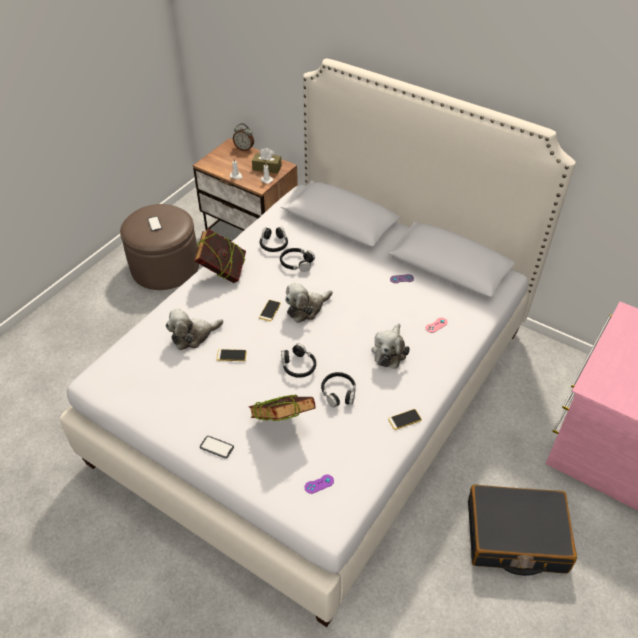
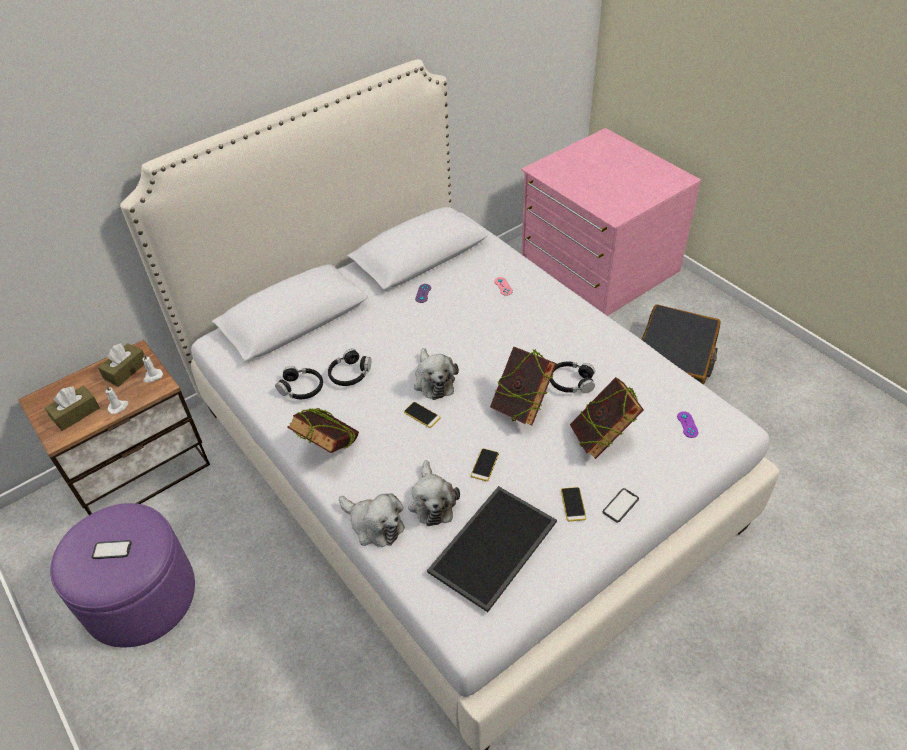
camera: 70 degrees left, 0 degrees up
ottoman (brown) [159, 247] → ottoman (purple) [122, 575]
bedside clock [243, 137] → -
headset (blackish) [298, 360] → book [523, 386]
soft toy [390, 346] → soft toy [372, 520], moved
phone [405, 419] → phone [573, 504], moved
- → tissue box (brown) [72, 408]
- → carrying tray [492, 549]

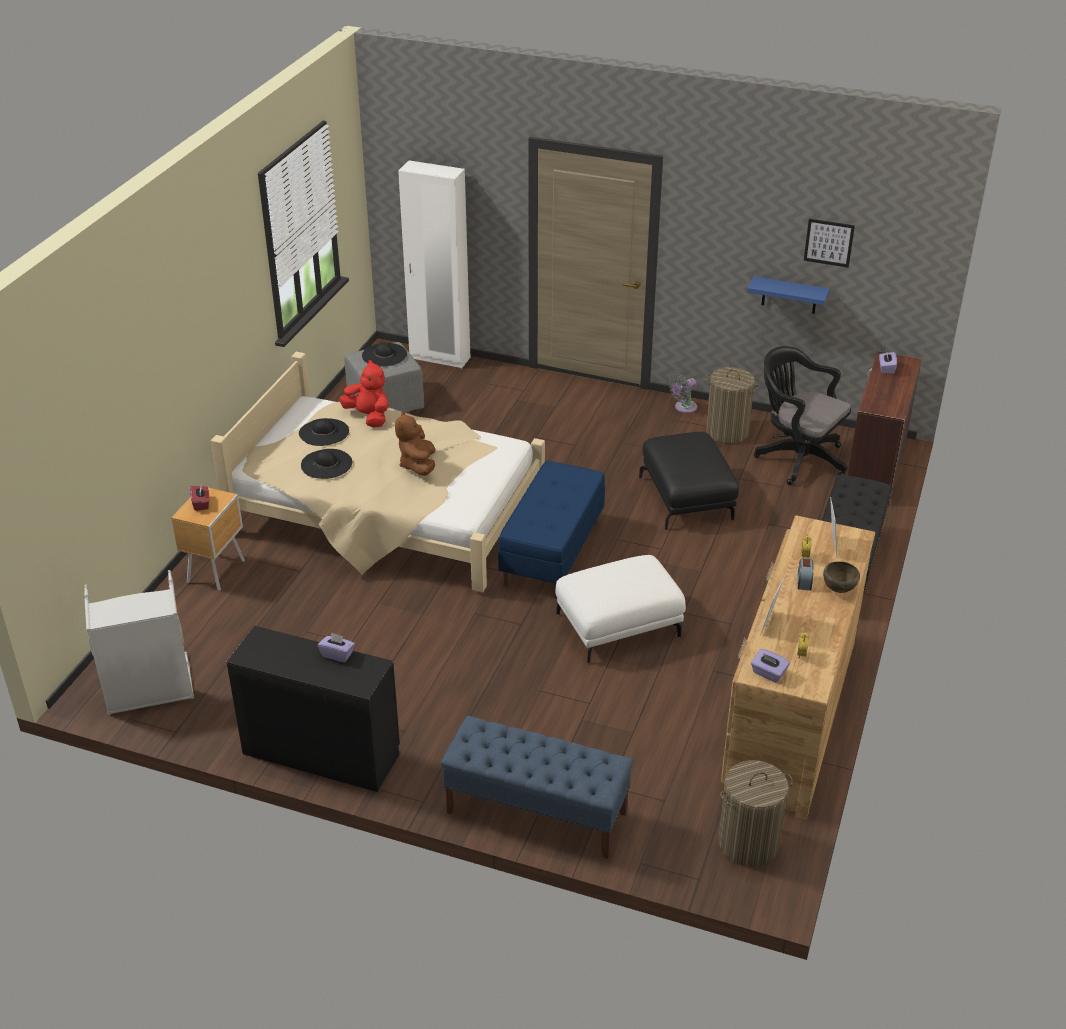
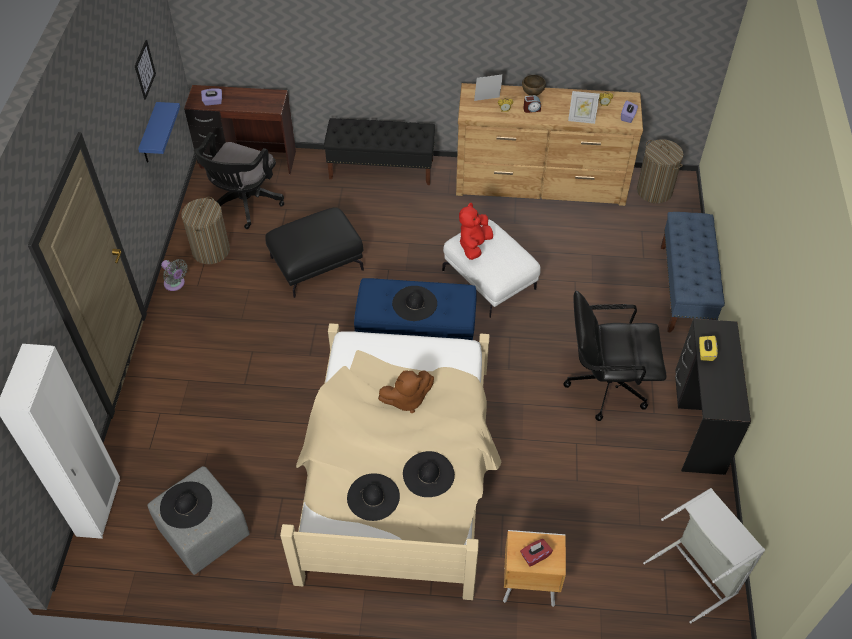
camera: 105 degrees left, 15 degrees up
tissue box (purple) [336, 647] → tissue box (yellow-coloured) [708, 348]
soft toy (reddish) [363, 393] → soft toy (reddish) [476, 231], moved
- → hat (blackish) [414, 303]
- → computer chair (blackish) [614, 356]

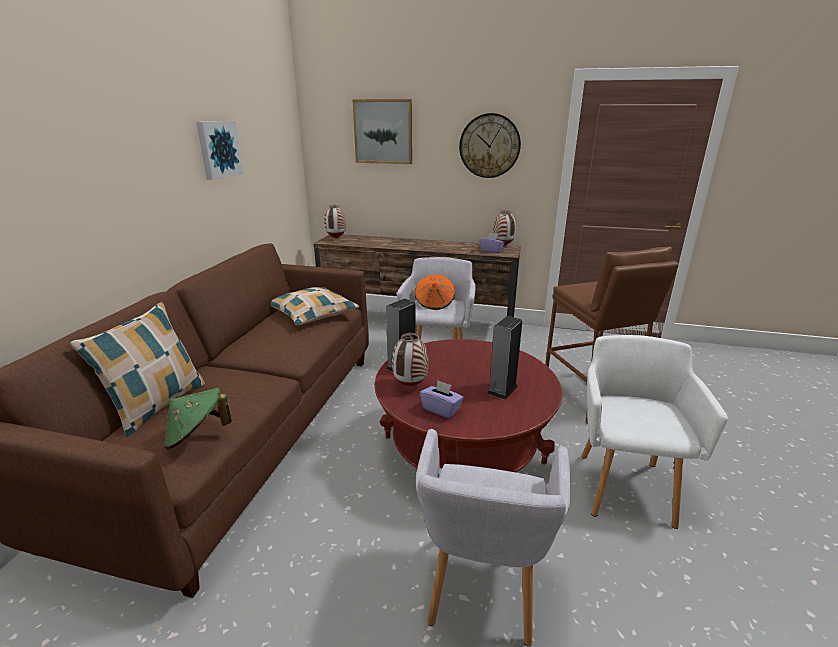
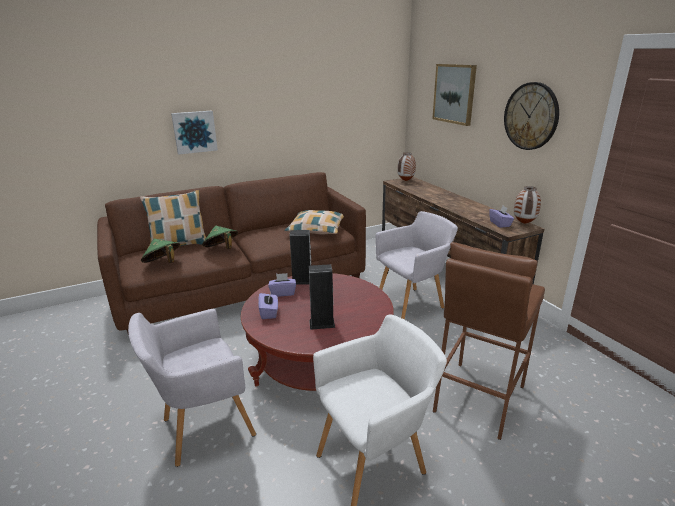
camera: 50 degrees right, 0 degrees up
wall picture [219, 150] → wall picture [194, 133], moved
decorative vase [410, 359] → tissue box (purple) [282, 285]
hat (orange) [434, 292] → -
- → hat (green-coloured) [220, 237]

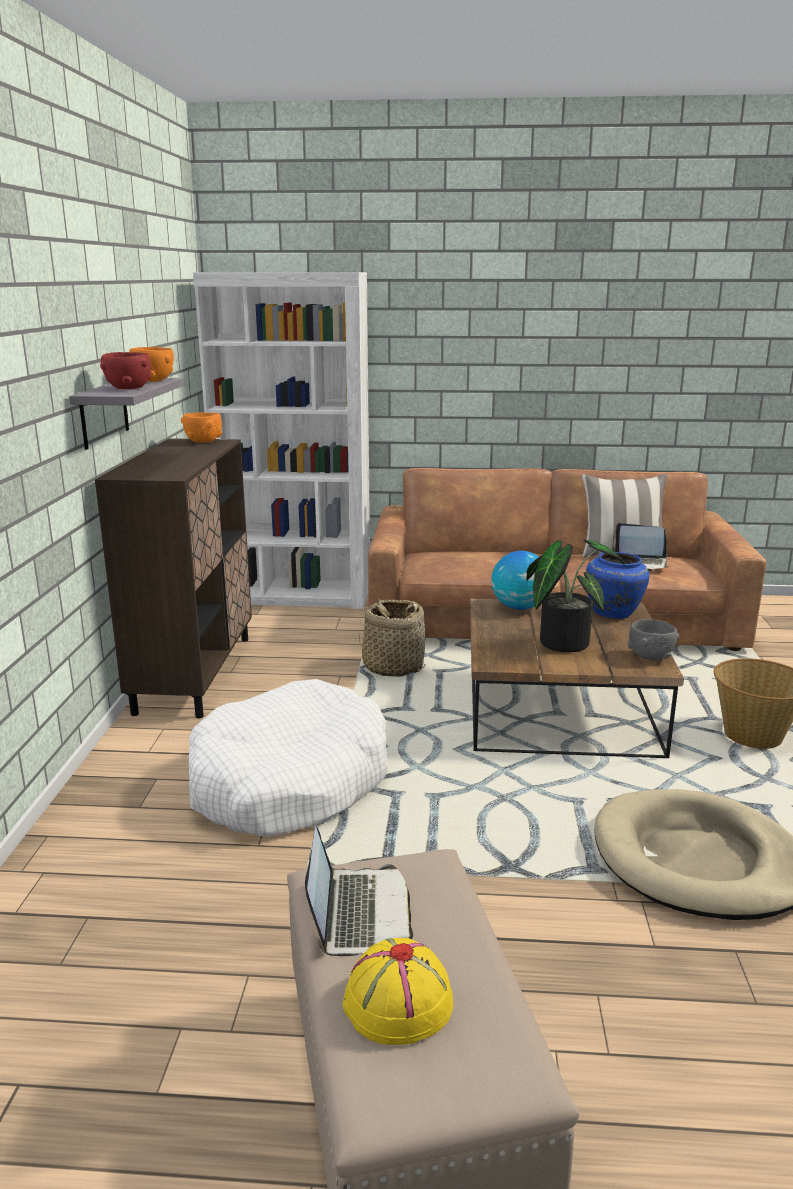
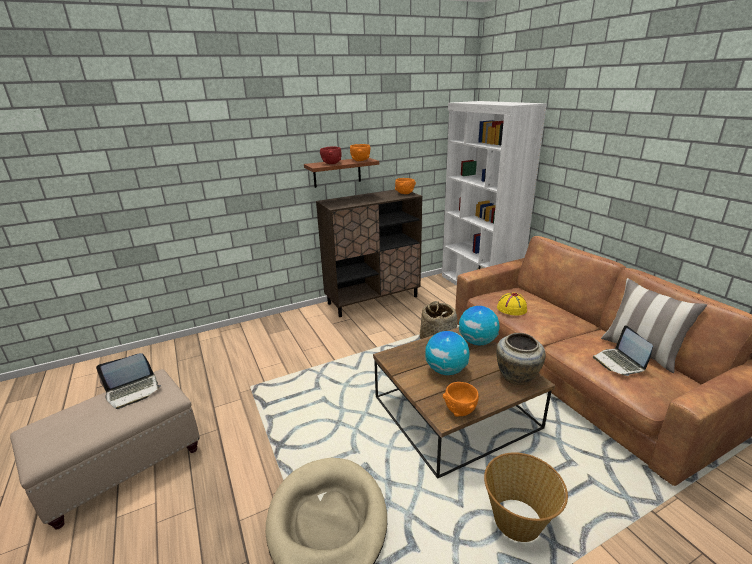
camera: 60 degrees right, 5 degrees up
shelf (gray) [126, 414] → shelf (brown) [341, 173]
pet bed (white-coloured) [289, 757] → -
hat (yellow-coloured) [398, 991] → hat (yellow-coloured) [512, 304], moved
plant in a pot [575, 596] → desk globe [447, 353]
decorative vase (bluish) [617, 585] → decorative vase (sand-coloured) [521, 359]
serving bowl (gray) [653, 640] → serving bowl (orange) [461, 399]

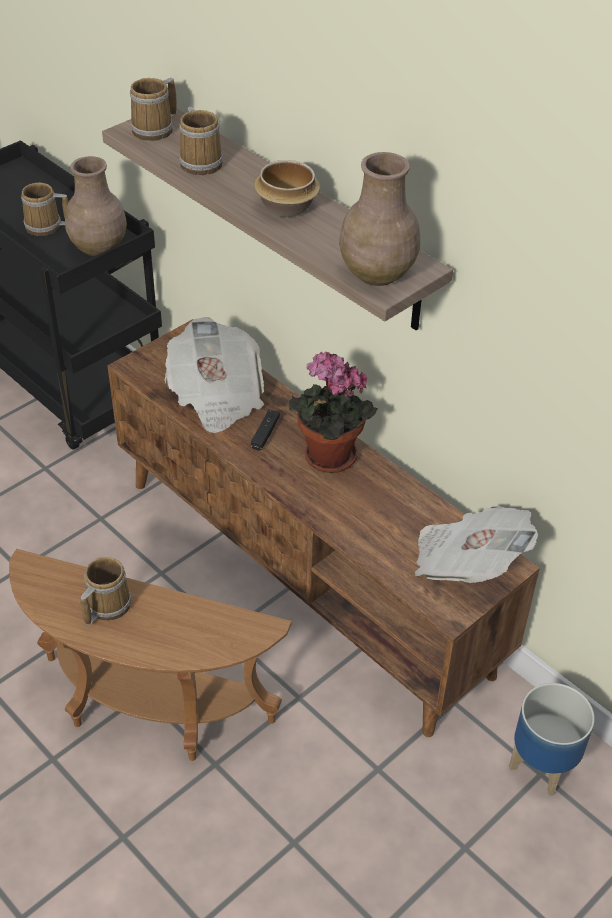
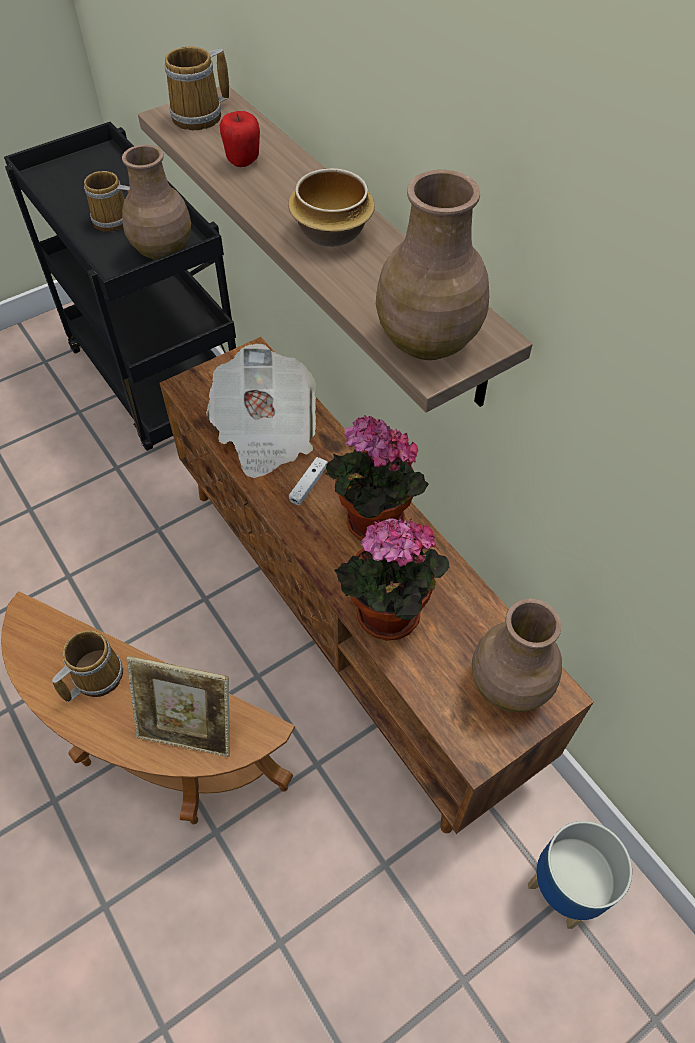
camera: 10 degrees right, 10 degrees up
mug [201, 141] → whole apple [240, 139]
gamepad (blackish) [265, 430] → gamepad (white-coloured) [308, 481]
daily paper [476, 544] → decorative vase (brown) [517, 656]
- → standing frame [178, 706]
- → plant in a pot [391, 579]

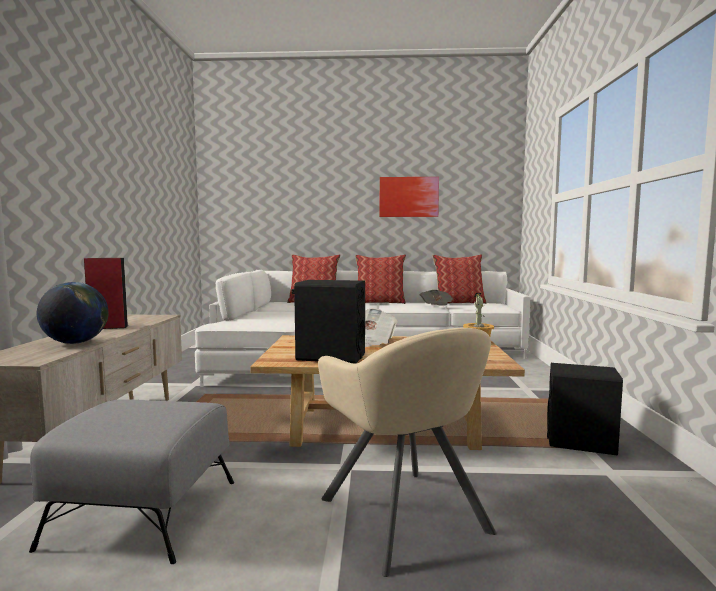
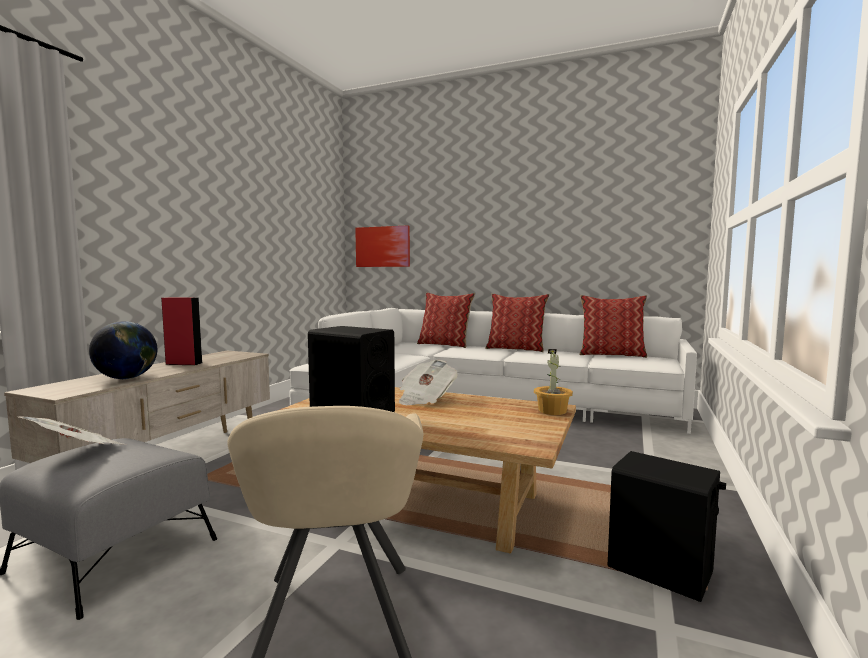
camera: 20 degrees right, 0 degrees up
wall picture [409, 197] → wall picture [382, 246], moved
daily paper [436, 298] → daily paper [71, 431], moved

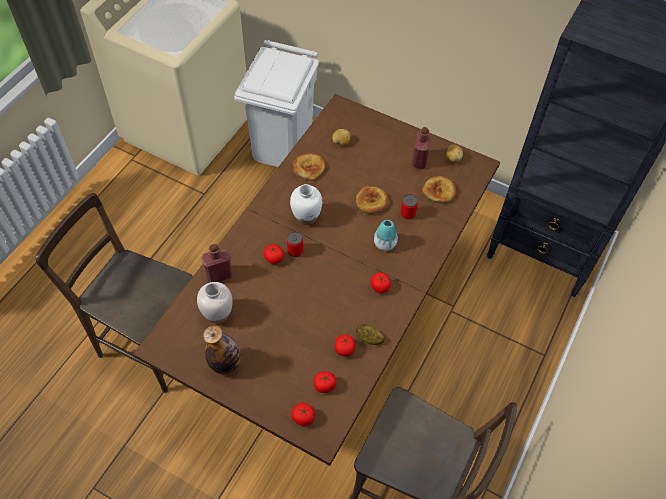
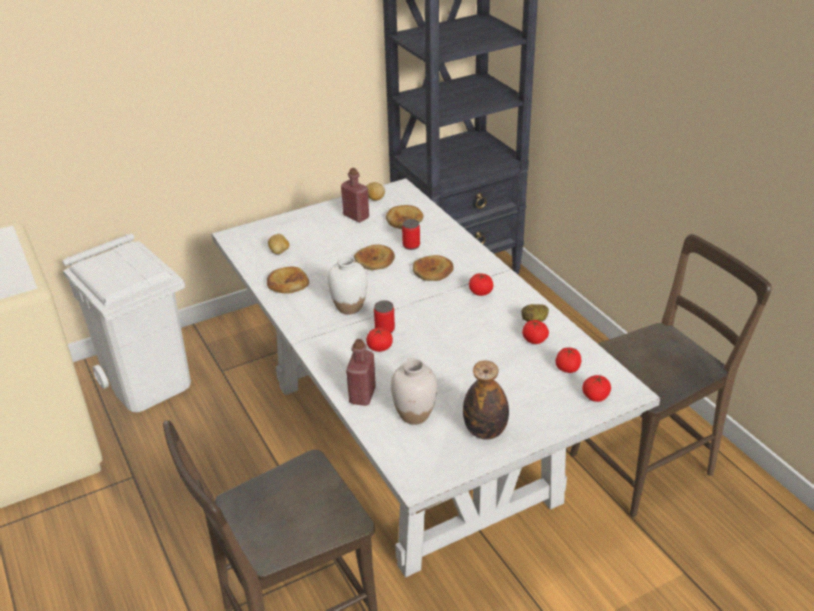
camera: 55 degrees left, 20 degrees down
kitchen table (brown) [316, 280] → kitchen table (white-coloured) [436, 377]
decorative vase [386, 235] → baked bread [433, 268]

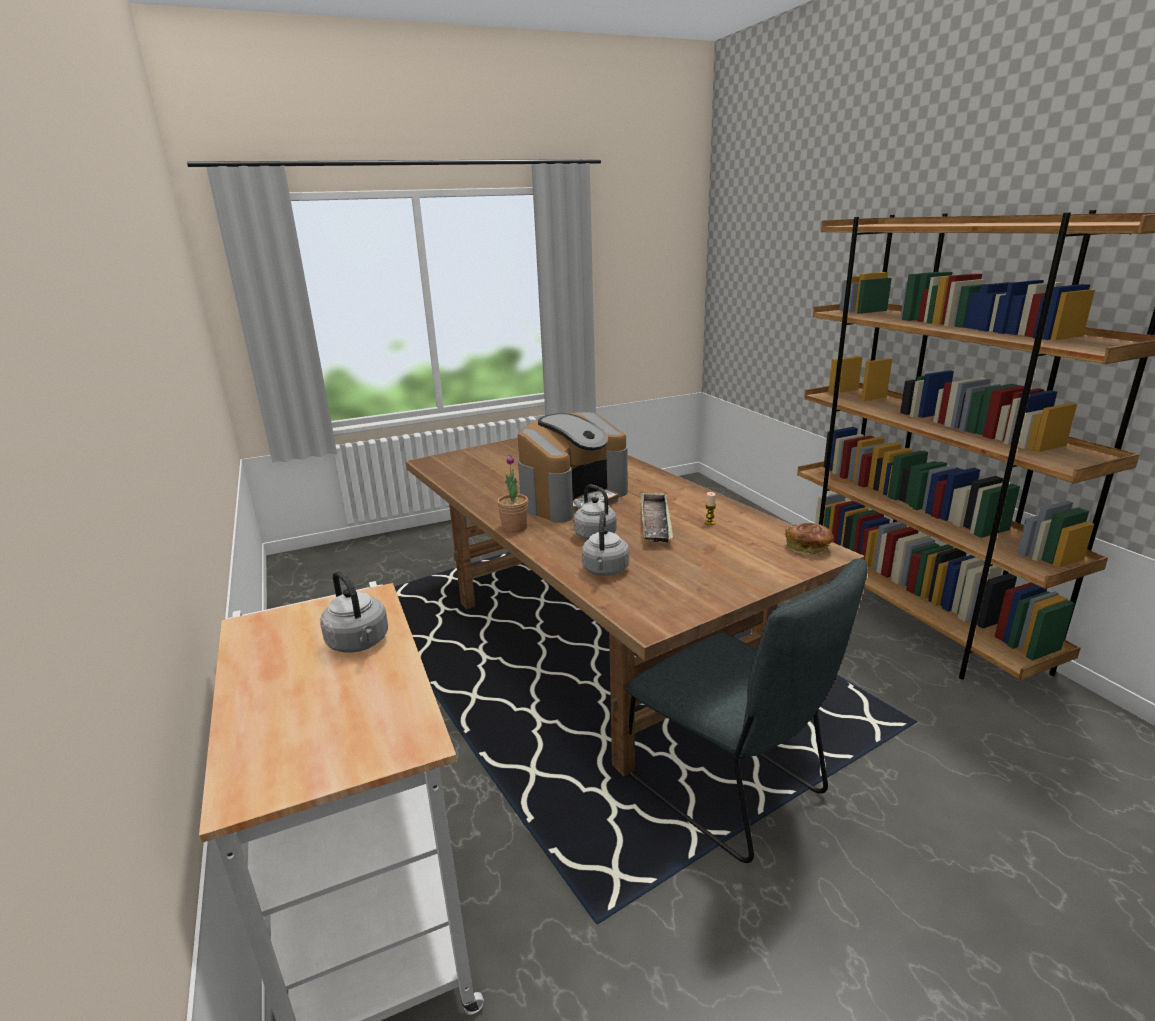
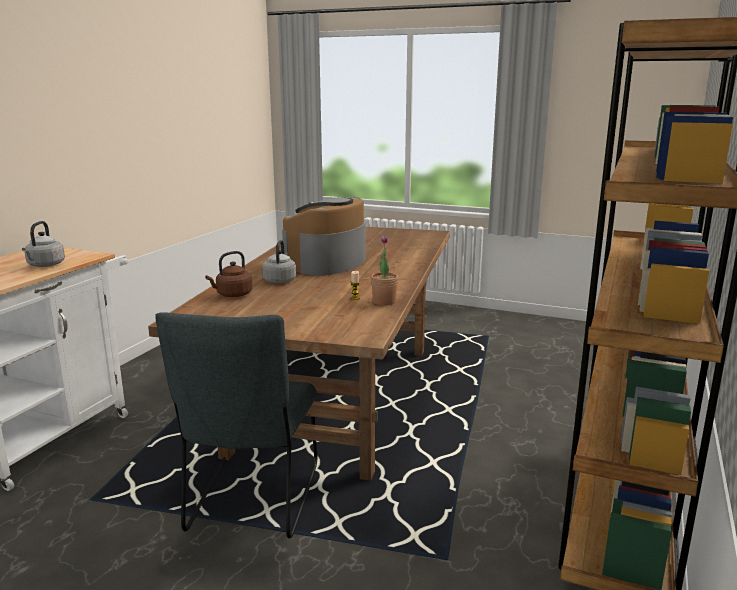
camera: 45 degrees right, 5 degrees down
plant in a pot [512, 494] → plant in a pot [384, 270], moved
coffee machine [573, 467] → coffee machine [324, 236], 120 degrees clockwise
water kettle (gray) [605, 544] → water kettle (brown) [229, 274]
carrying tray [657, 517] → -
baked bread [809, 538] → -

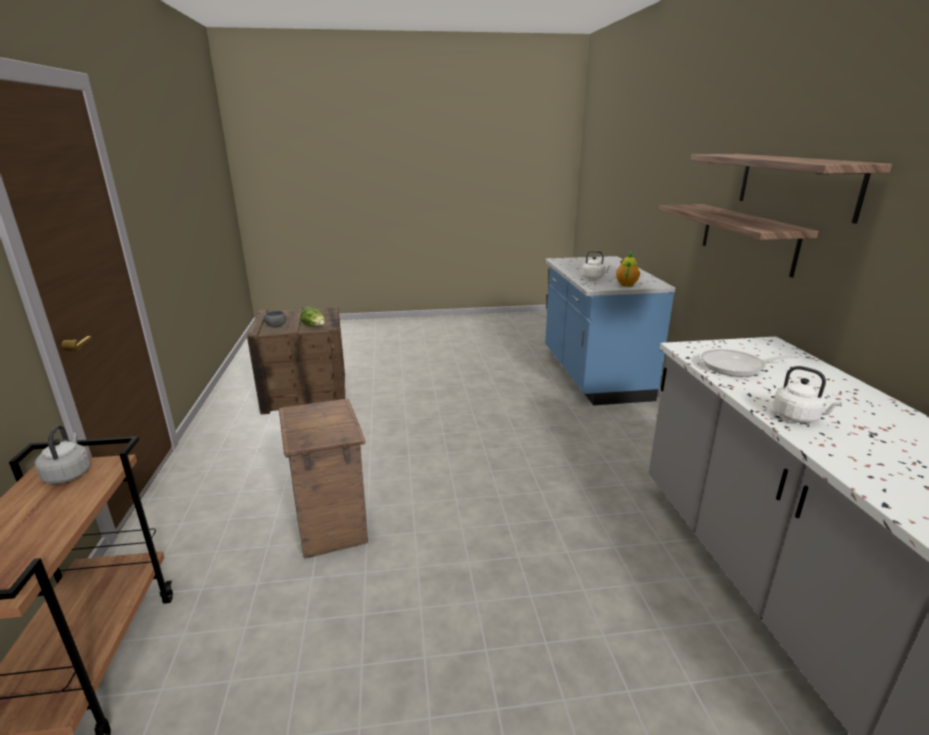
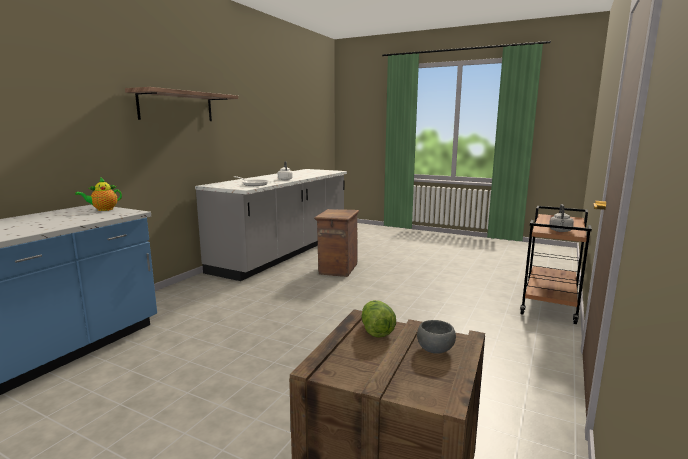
camera: 145 degrees left, 10 degrees down
crate [323, 479] → crate [336, 243], moved
water kettle (white-coloured) [597, 265] → -
shelf [739, 241] → -

